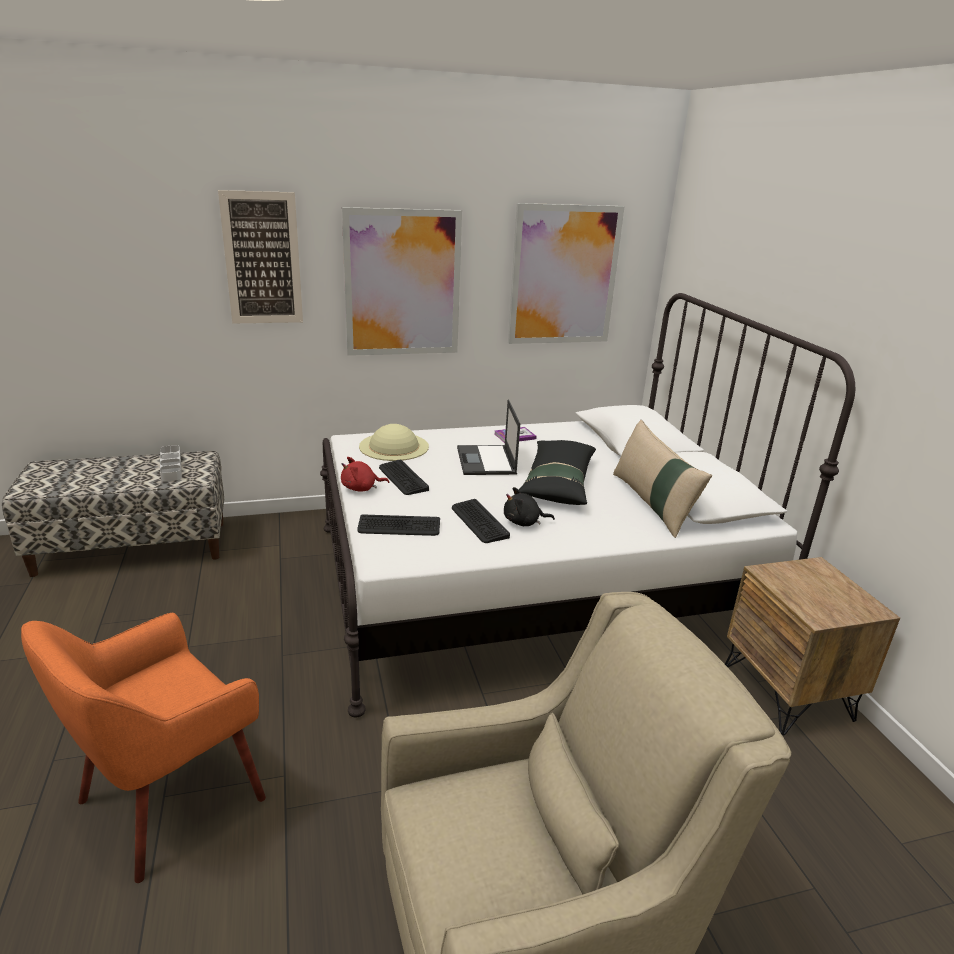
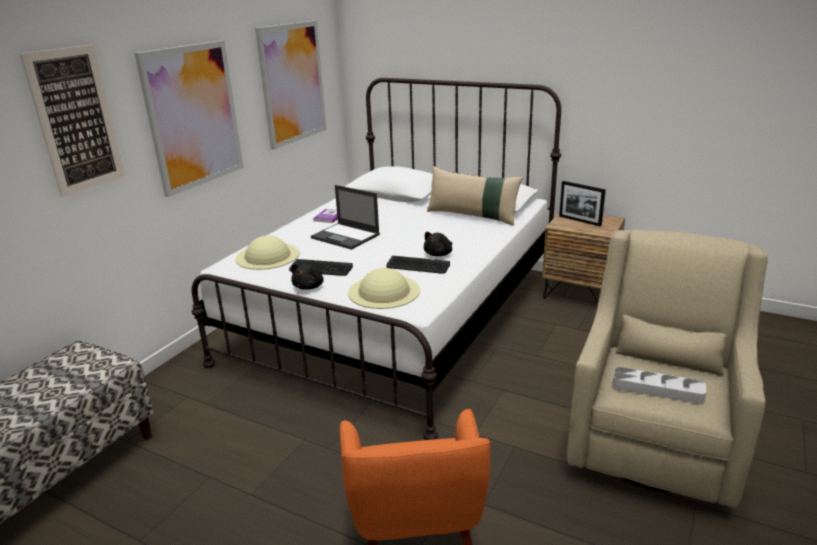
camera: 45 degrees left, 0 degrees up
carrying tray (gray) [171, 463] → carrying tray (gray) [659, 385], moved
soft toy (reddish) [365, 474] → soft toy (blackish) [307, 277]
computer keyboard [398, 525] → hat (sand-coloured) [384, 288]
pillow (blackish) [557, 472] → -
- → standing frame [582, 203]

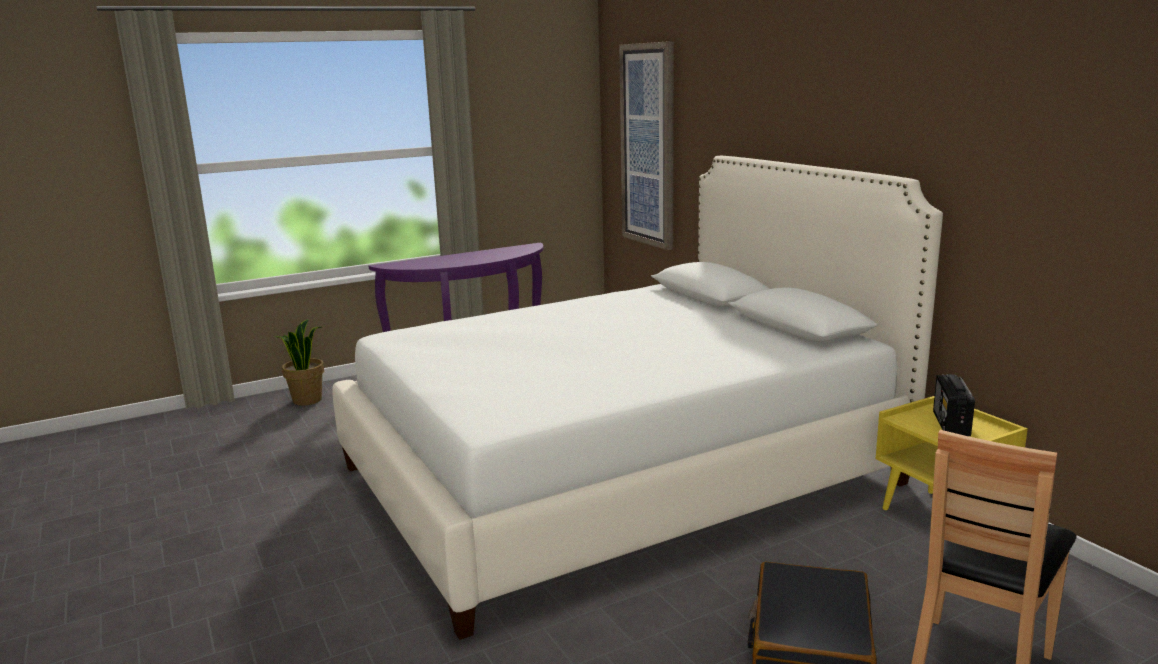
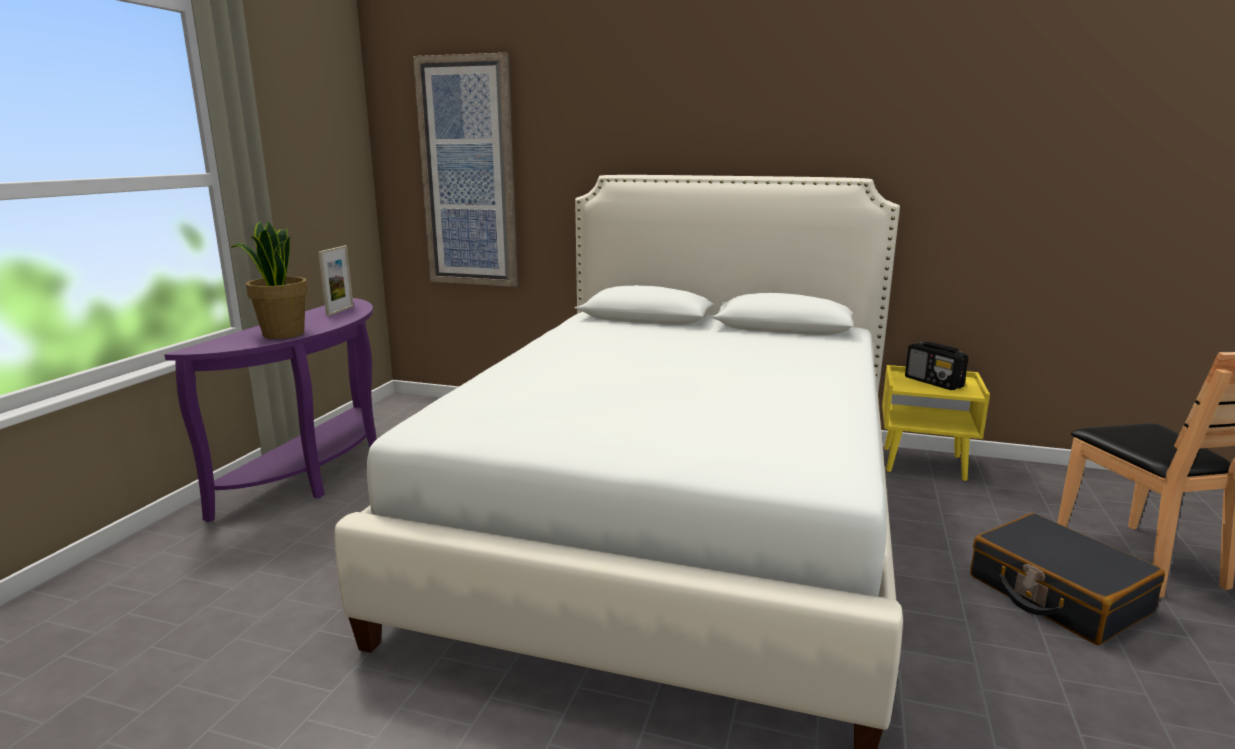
camera: 45 degrees left, 0 degrees up
plant in a pot [299, 362] → plant in a pot [269, 280], moved
- → standing frame [336, 281]

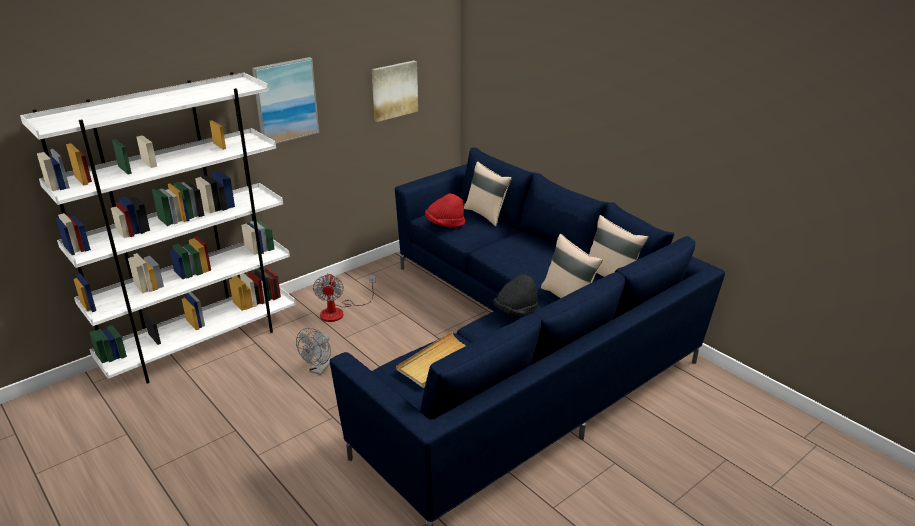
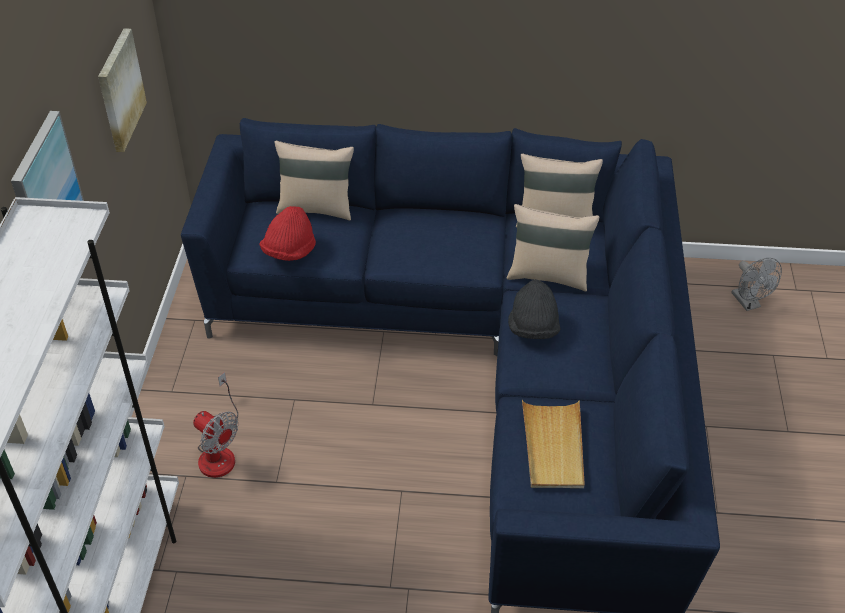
camera: 45 degrees left, 15 degrees up
fan (gray) [313, 351] → fan (gray) [756, 284], moved

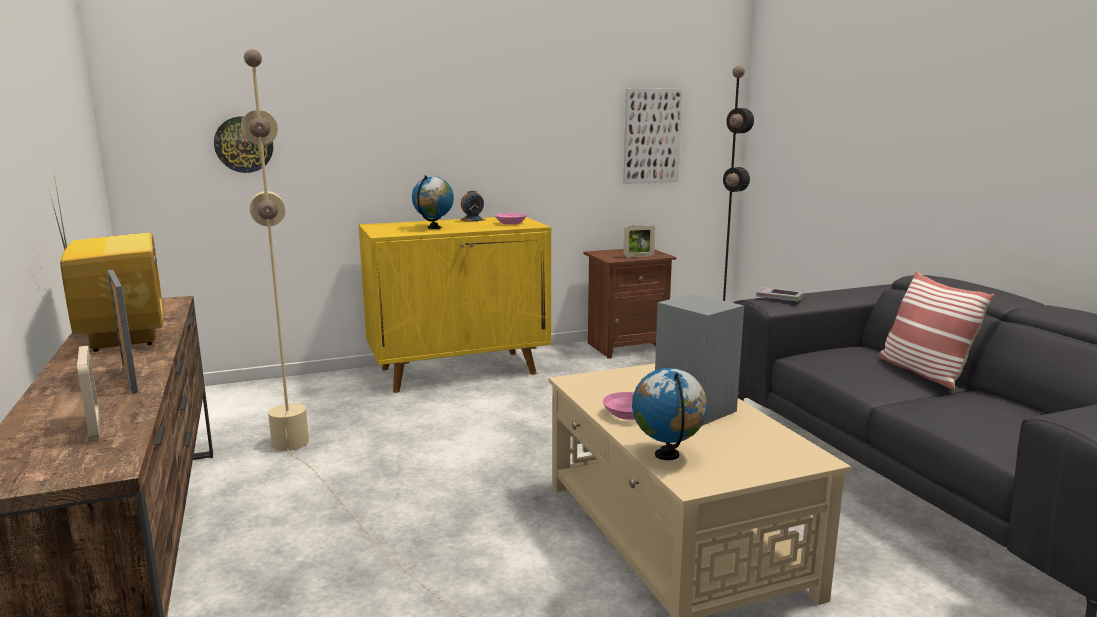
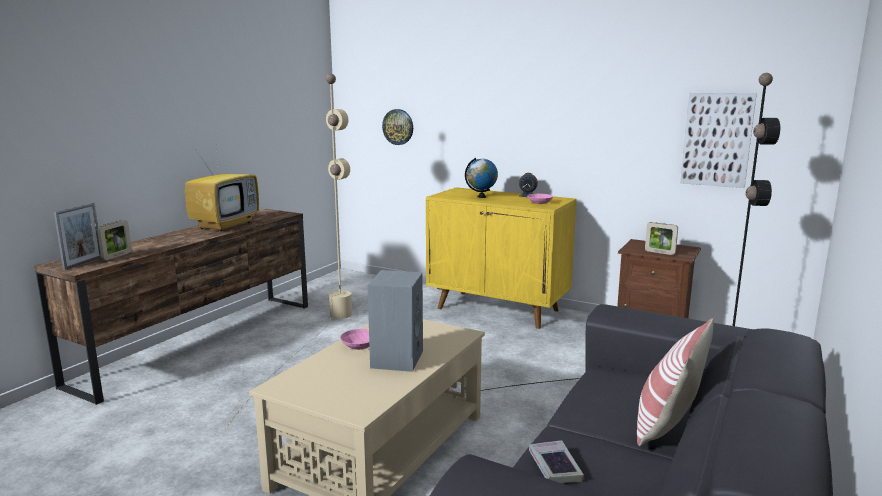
camera: 50 degrees right, 0 degrees up
standing frame [123, 332] → standing frame [77, 236], moved
desk globe [669, 414] → -
book [779, 293] → book [556, 461], moved

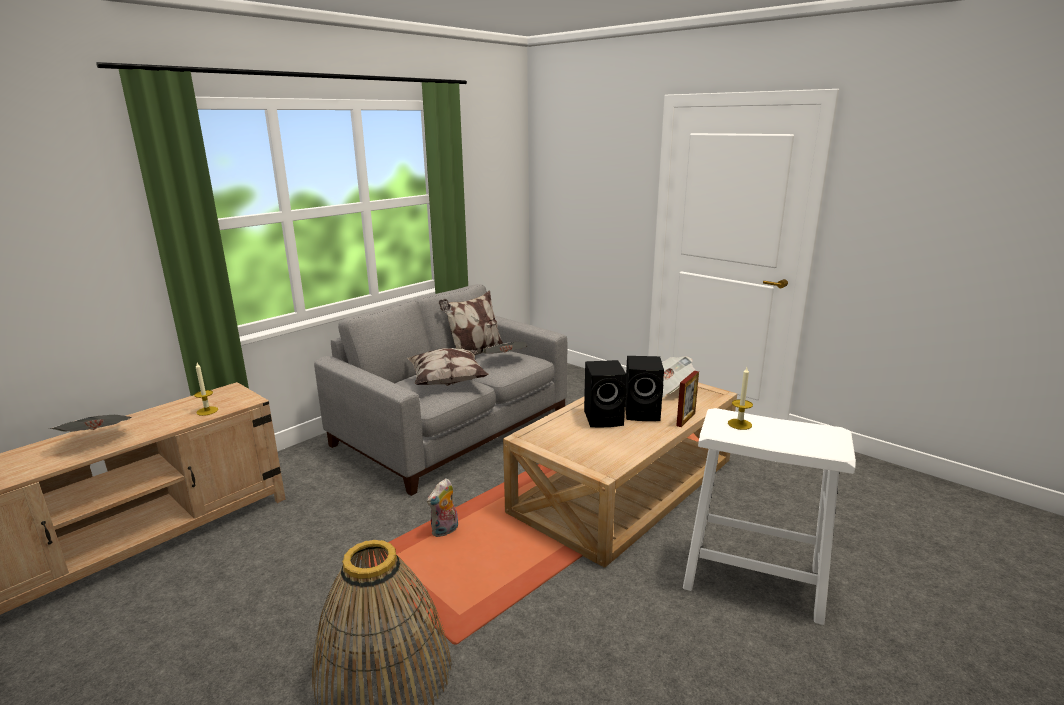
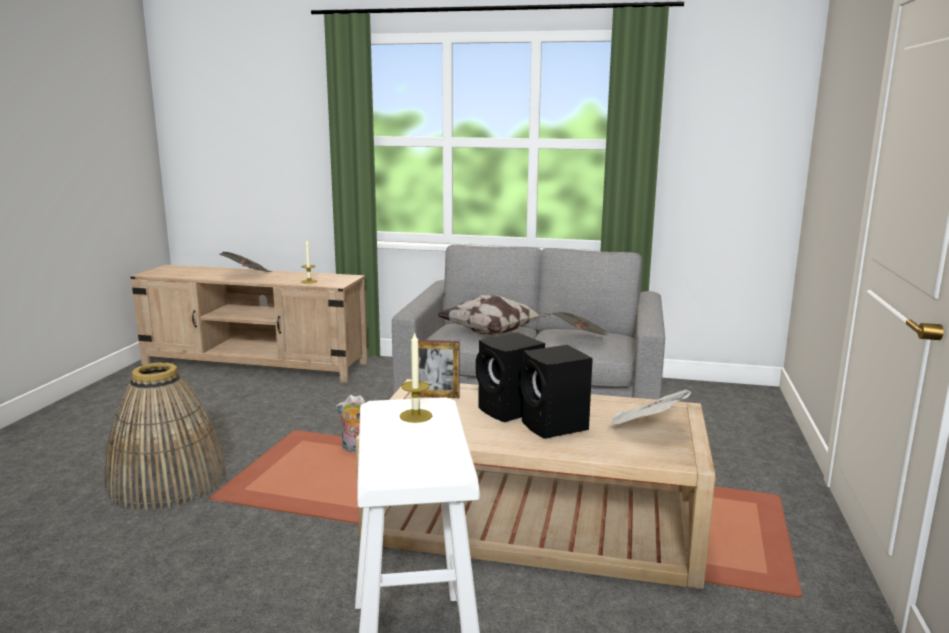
camera: 60 degrees right, 5 degrees down
pillow [471, 322] → -
standing frame [687, 399] → standing frame [439, 369], moved

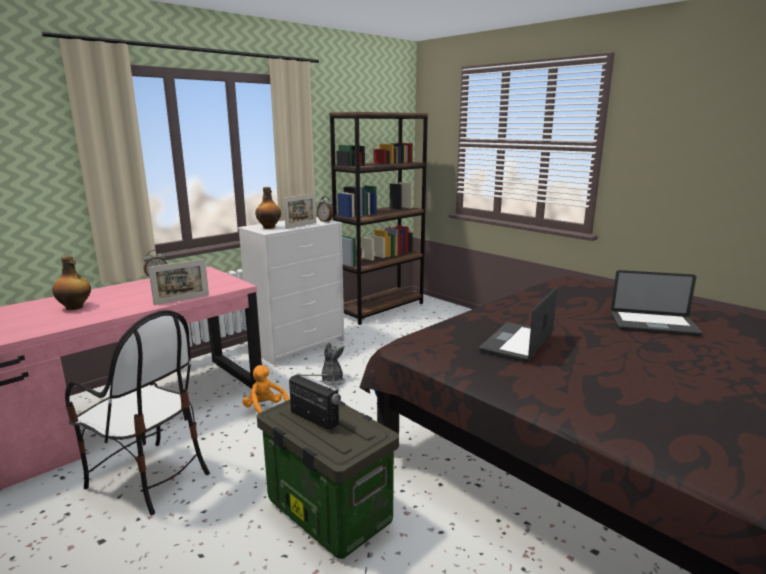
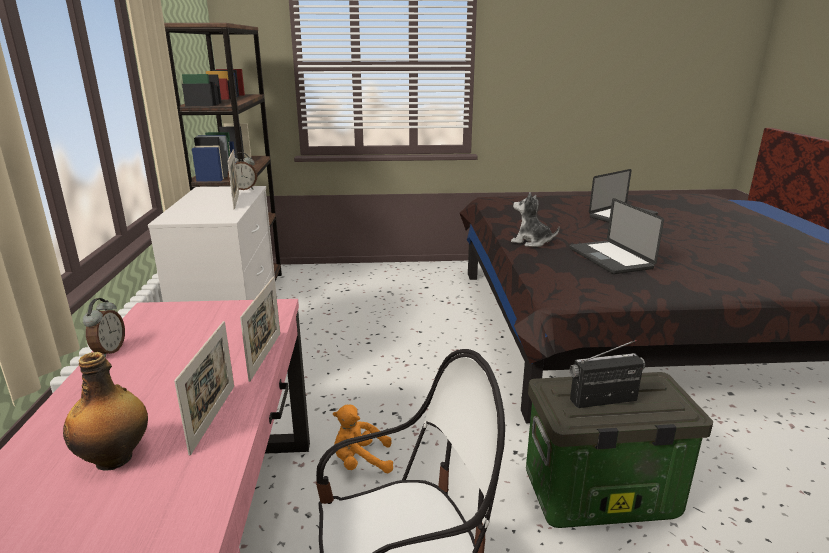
camera: 50 degrees left, 5 degrees up
drink bottle [268, 208] → -
soft toy [332, 363] → soft toy [535, 219], moved
- → standing frame [204, 388]

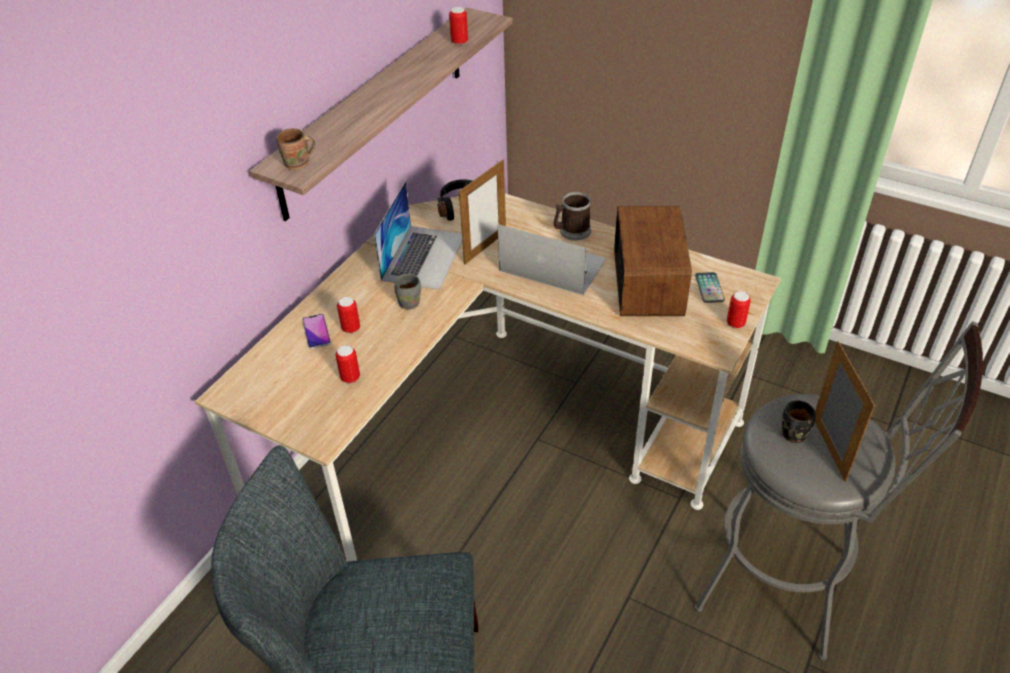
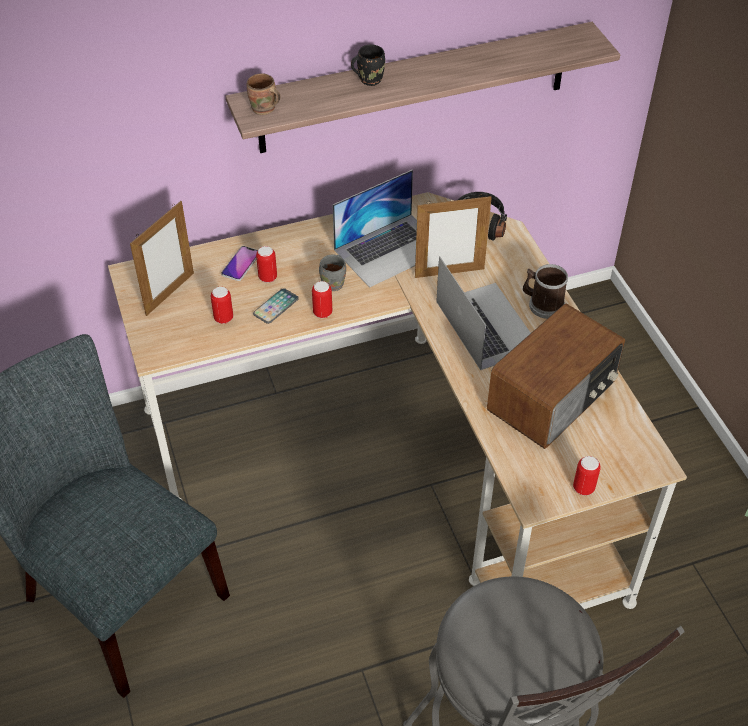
camera: 40 degrees right, 5 degrees up
sealed can [458, 26] → sealed can [322, 299], moved
phone [710, 287] → phone [276, 306], moved
mug (blackish) [798, 422] → mug (blackish) [368, 65], moved
standing frame [845, 411] → standing frame [162, 258], moved

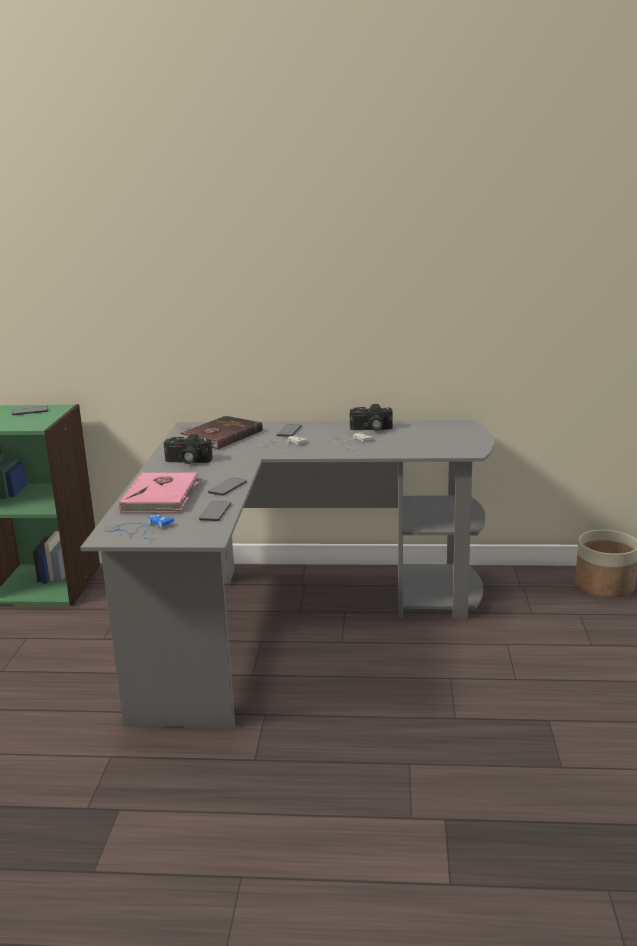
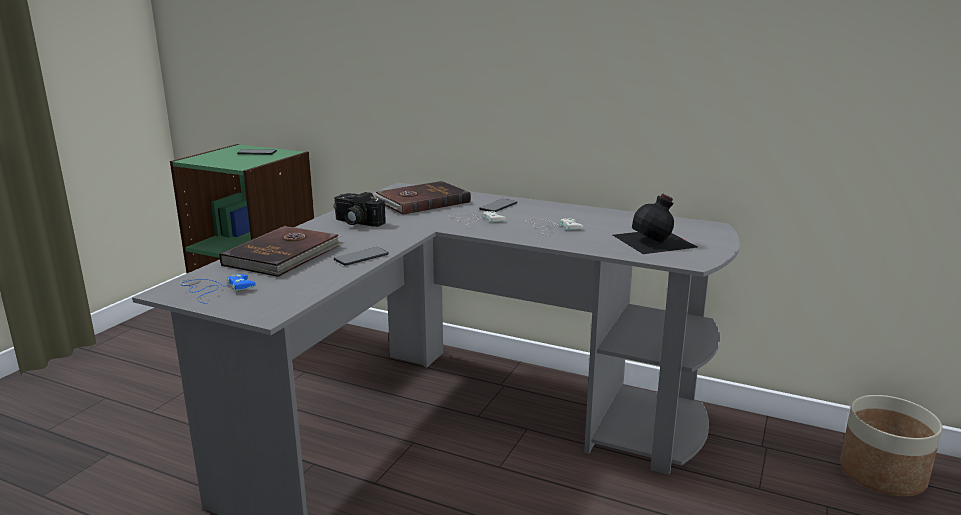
camera: 20 degrees right, 0 degrees up
book (pink) [161, 492] → book (brown) [282, 251]
phone [215, 511] → -
photo camera [371, 417] → -
- → drink bottle (blackish) [655, 224]

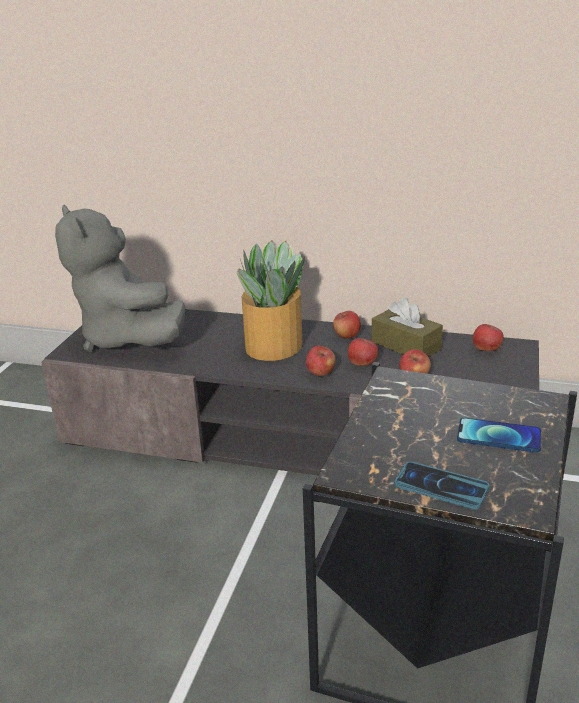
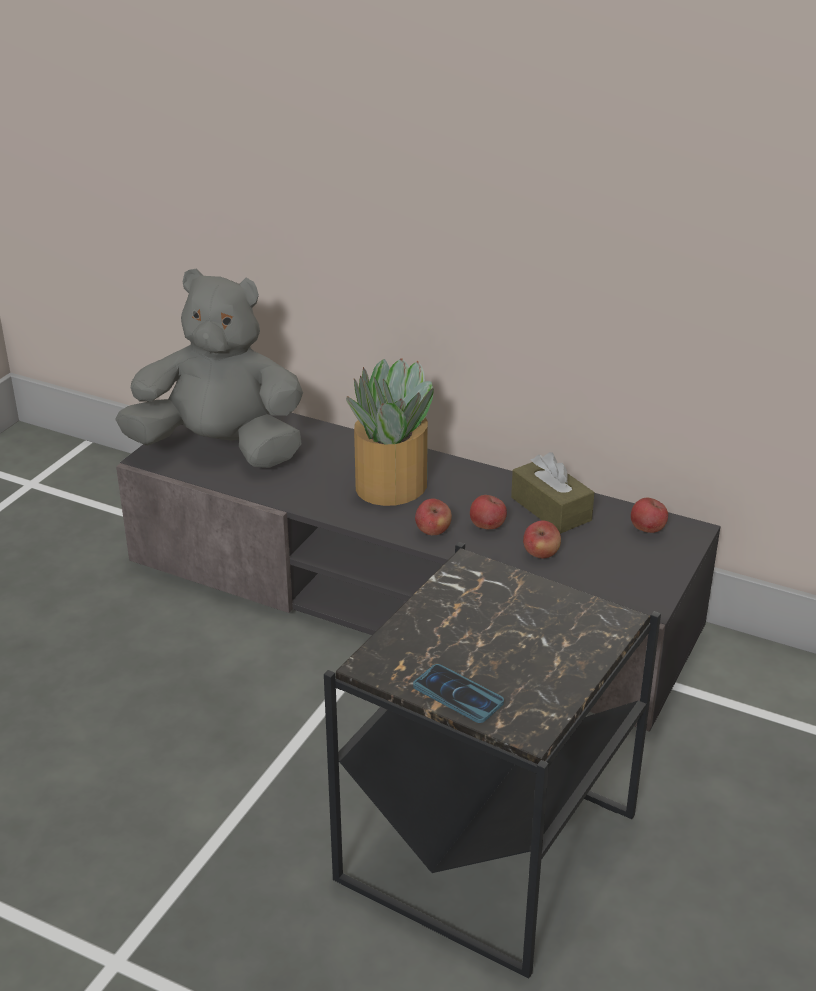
camera: 10 degrees right, 5 degrees up
soft toy (gray) [120, 278] → soft toy (gray) [209, 368], 120 degrees clockwise
whole apple [347, 325] → -
phone [499, 435] → -

